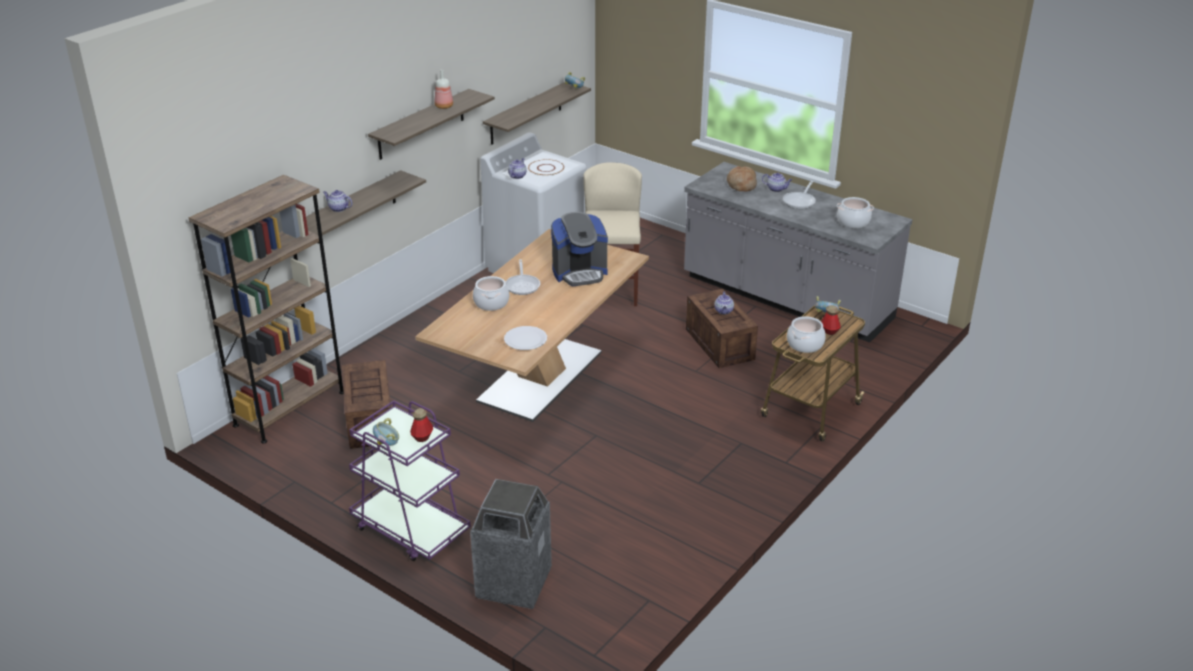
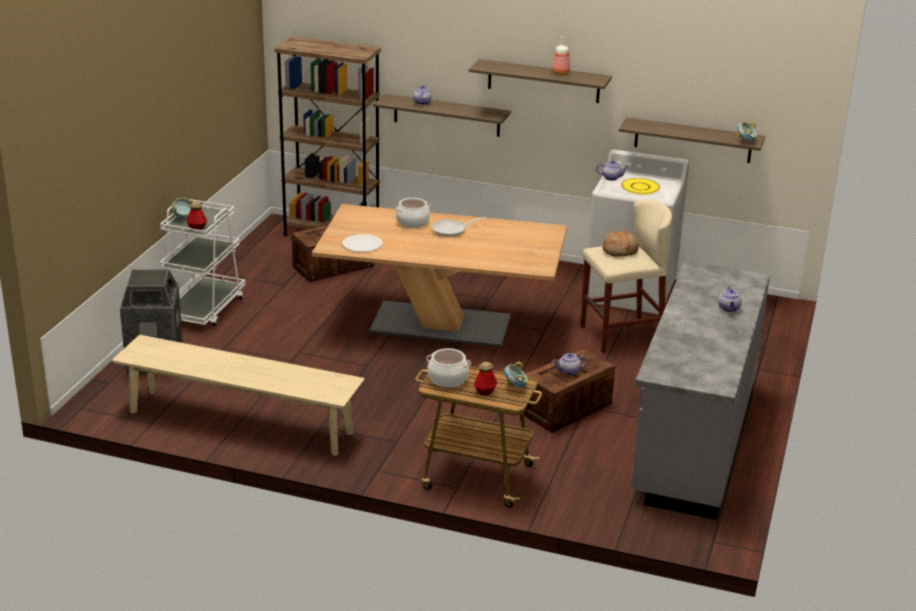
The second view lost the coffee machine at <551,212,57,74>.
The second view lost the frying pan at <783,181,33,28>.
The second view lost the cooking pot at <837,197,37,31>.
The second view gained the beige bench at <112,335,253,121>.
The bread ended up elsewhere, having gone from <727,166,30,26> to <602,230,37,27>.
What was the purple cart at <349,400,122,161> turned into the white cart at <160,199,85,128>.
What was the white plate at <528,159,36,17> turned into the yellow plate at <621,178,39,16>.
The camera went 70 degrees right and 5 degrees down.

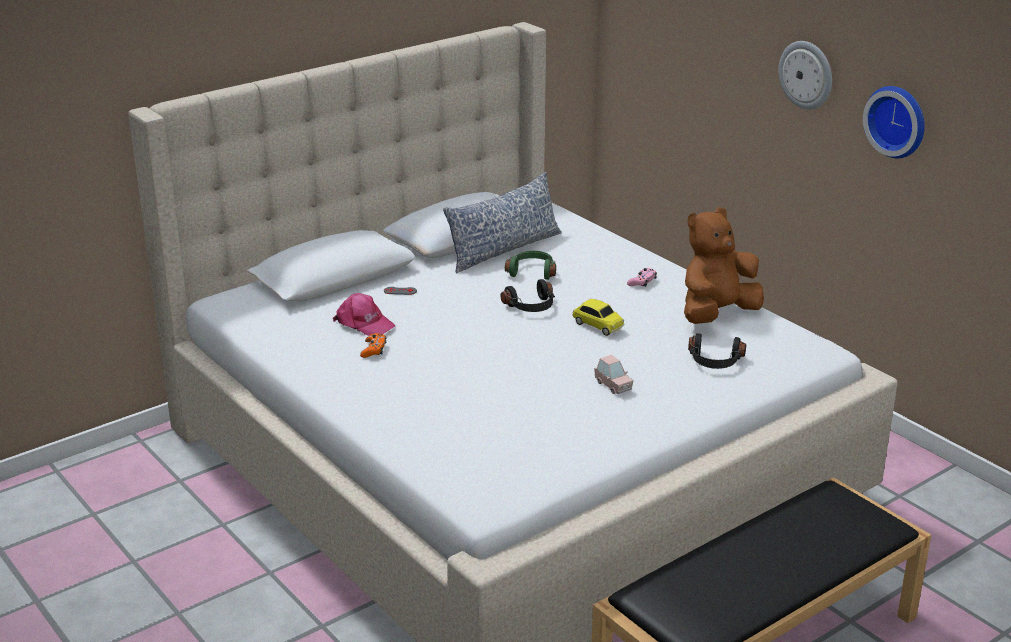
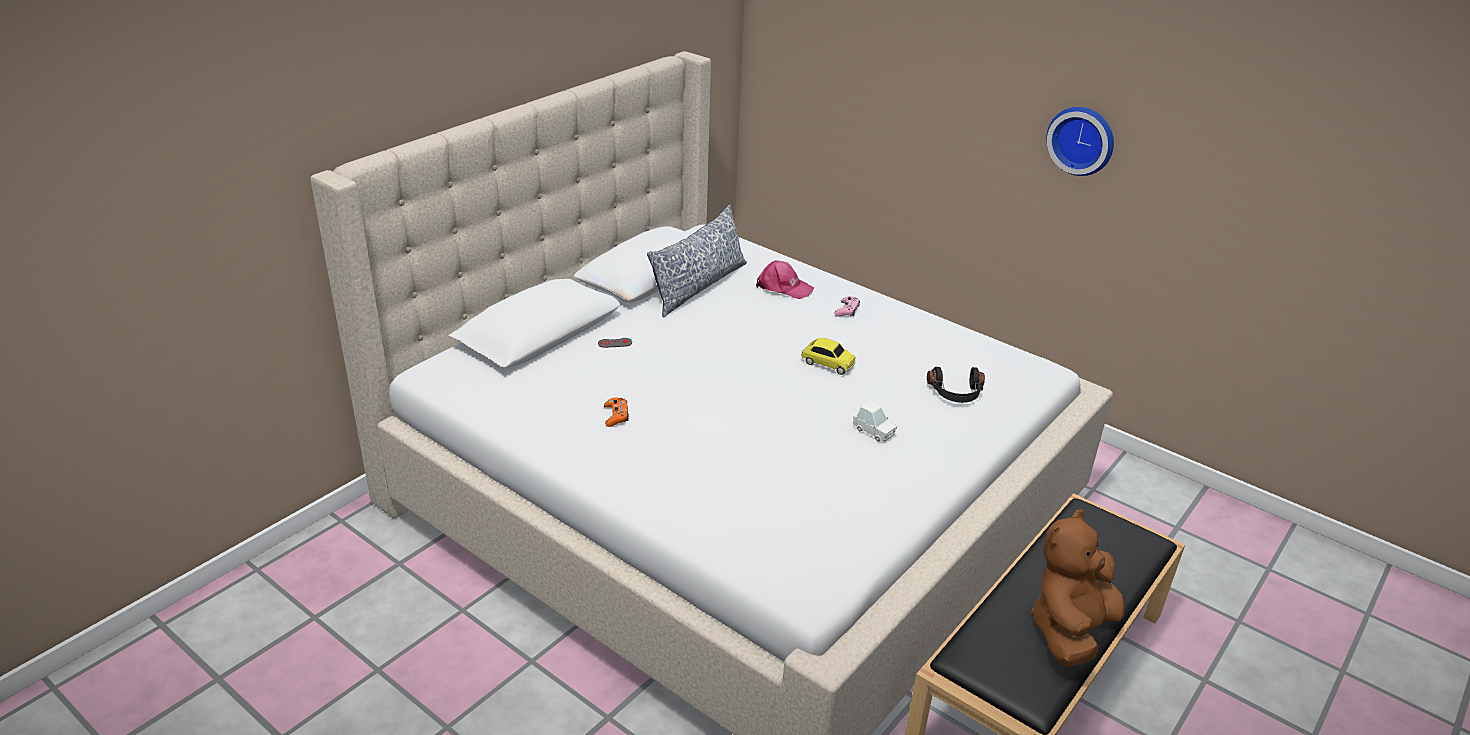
The second view lost the black headphones at <500,279,55,33>.
The second view lost the green headphones at <505,251,51,29>.
The second view lost the wall clock at <779,41,53,69>.
The pink cap ended up elsewhere, having gone from <333,293,62,43> to <756,260,58,39>.
The brown plush toy ended up elsewhere, having gone from <684,207,80,117> to <1031,510,93,157>.
What was the pink toy car at <594,355,40,39> turned into the white toy car at <853,401,44,41>.
The camera went 15 degrees left and 5 degrees up.

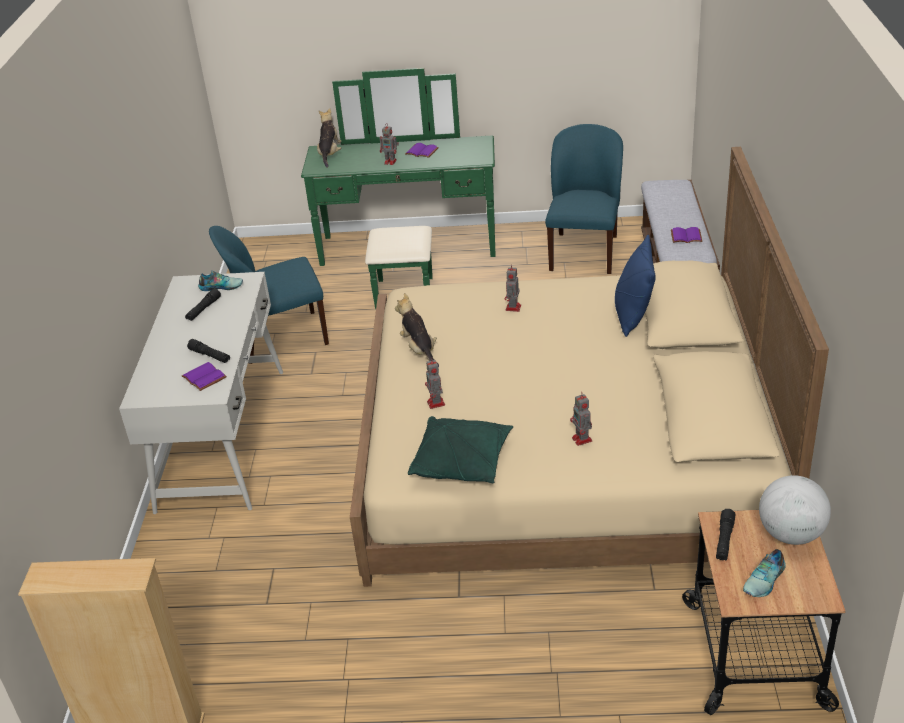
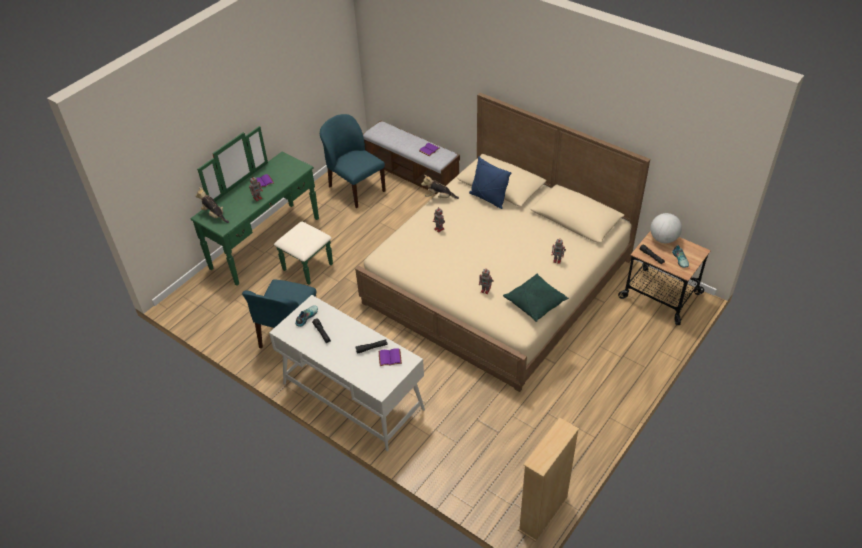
The plush toy ended up elsewhere, having gone from <395,293,44,74> to <421,175,38,24>.
The camera went 55 degrees left and 10 degrees up.

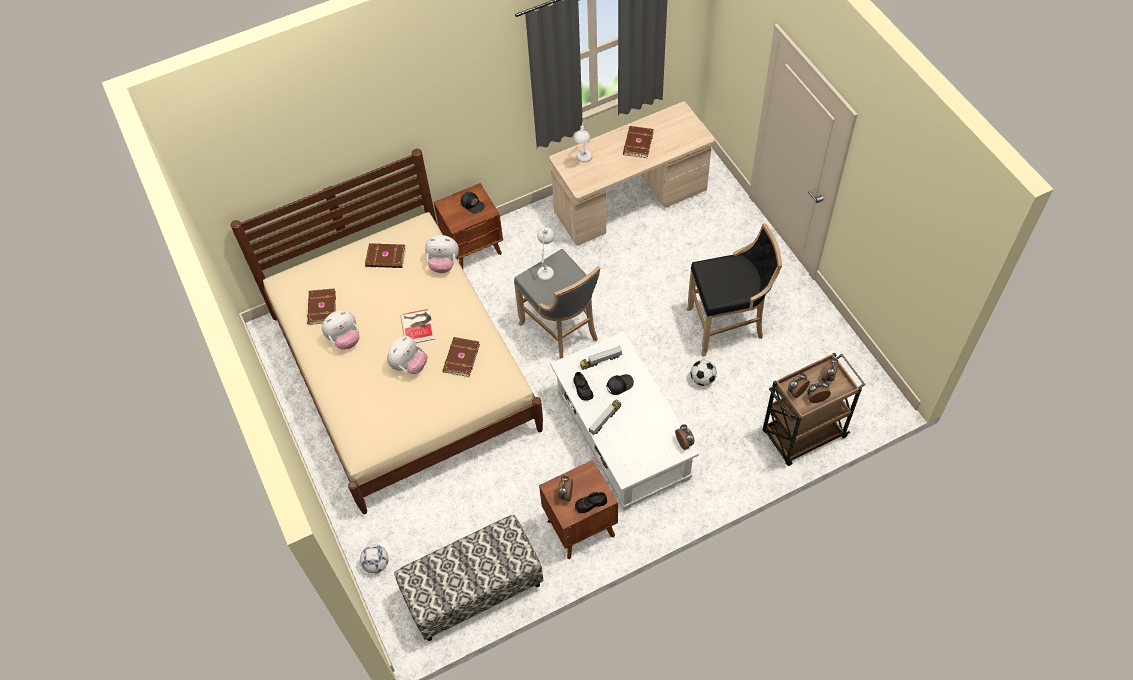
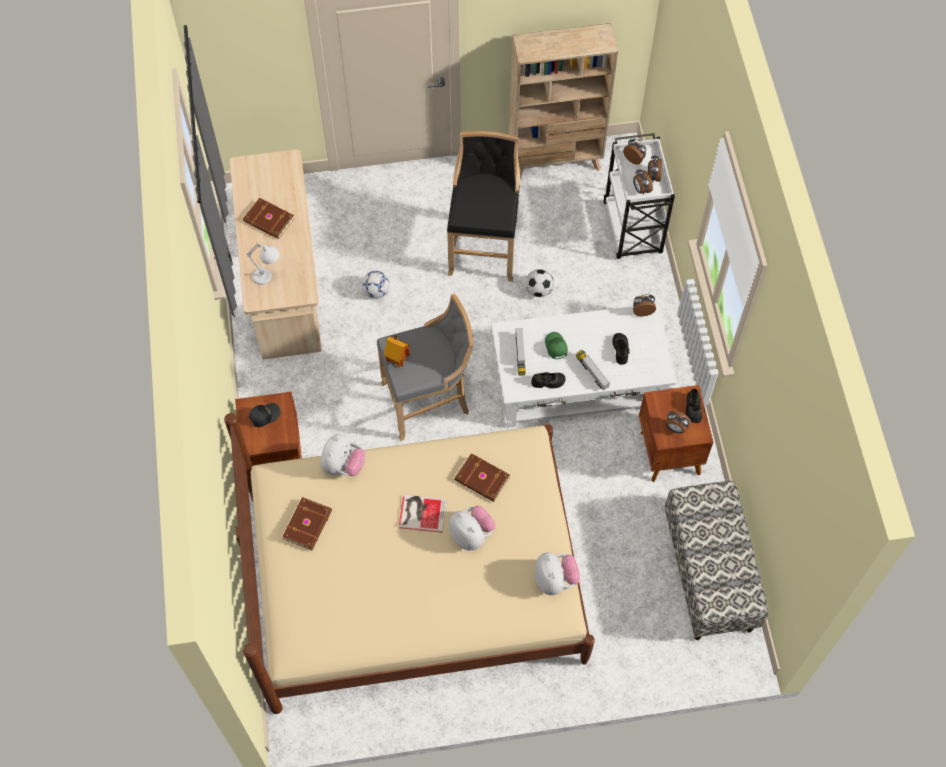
The second view lost the brown book at <307,288,29,37>.
The second view gained the beige bookcase at <509,23,109,155>.
The second view gained the black shoe at <613,333,16,32>.
The plush toy ended up elsewhere, having gone from <322,310,38,39> to <535,552,45,43>.
The football ended up elsewhere, having gone from <360,545,29,28> to <362,271,28,27>.
Where the white table lamp stood at <537,227,18,53>, the toy house came to stand at <384,335,27,33>.
What was the black cap at <606,374,28,21> turned into the green cap at <545,332,23,27>.
What was the brown cart at <763,352,103,114> turned into the white cart at <603,133,72,126>.
The camera went 75 degrees left and 5 degrees up.

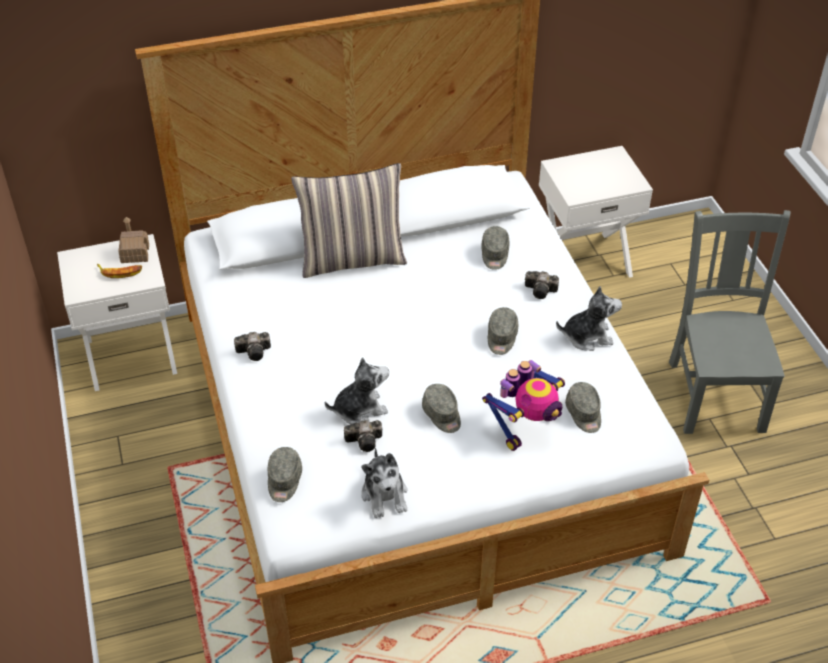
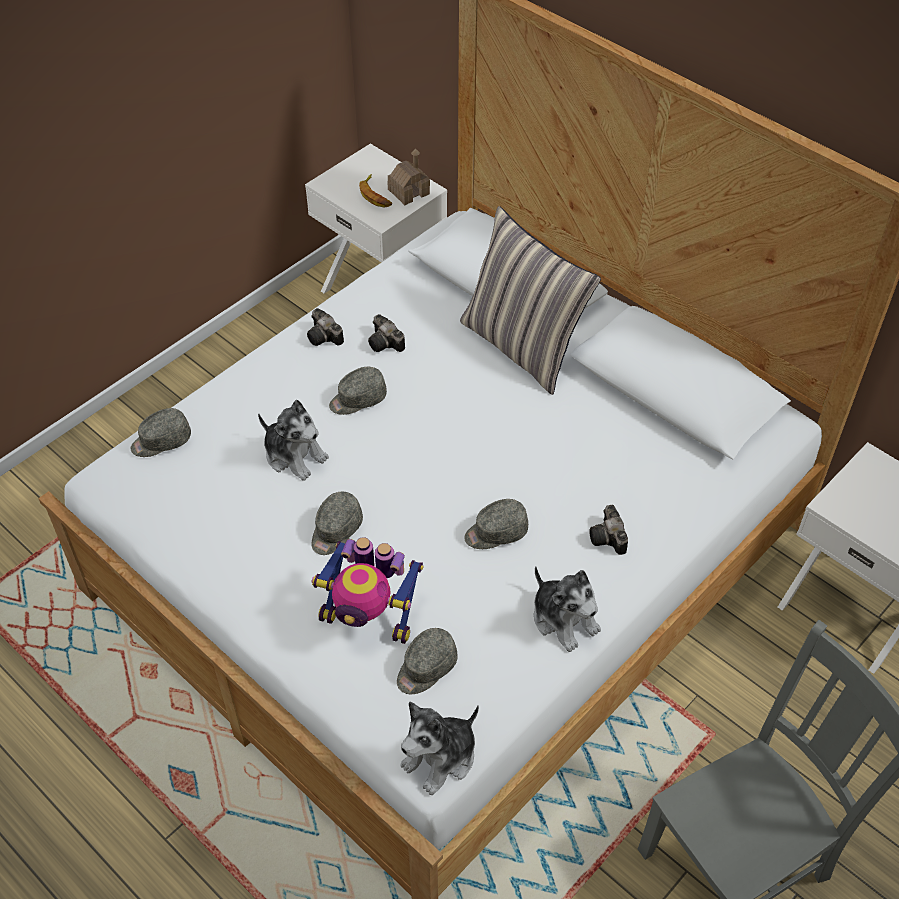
The photo camera ended up elsewhere, having gone from <344,420,38,32> to <368,314,37,38>.
The plush toy ended up elsewhere, having gone from <362,448,46,70> to <400,701,79,94>.
The grey cap ended up elsewhere, having gone from <482,226,28,44> to <329,367,58,48>.
The camera went 60 degrees right and 5 degrees up.

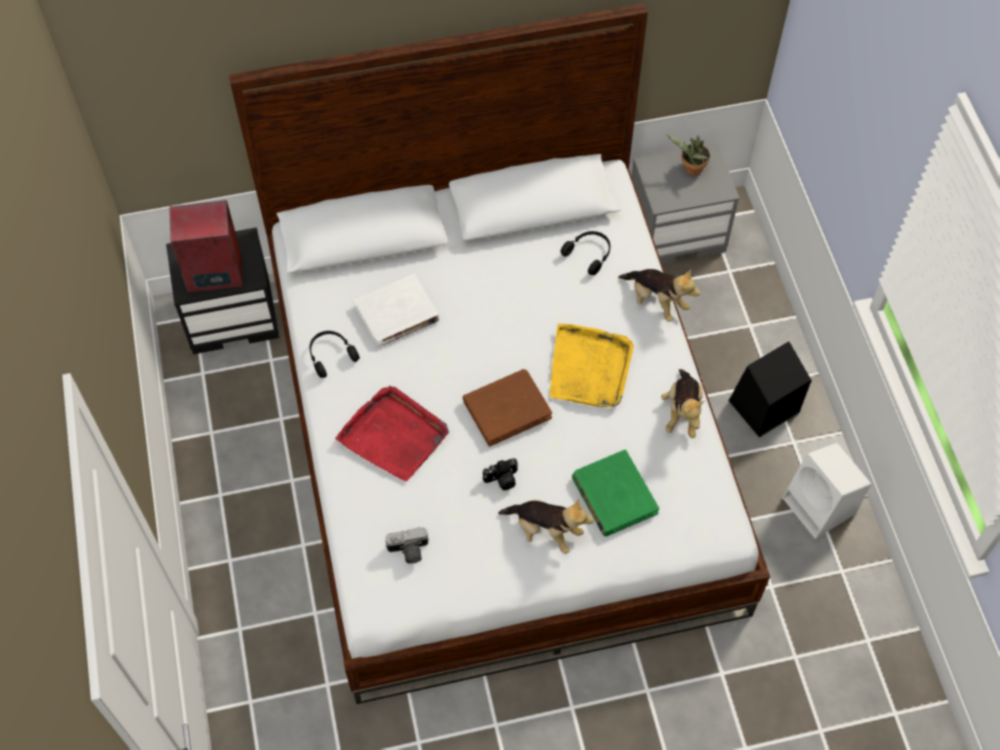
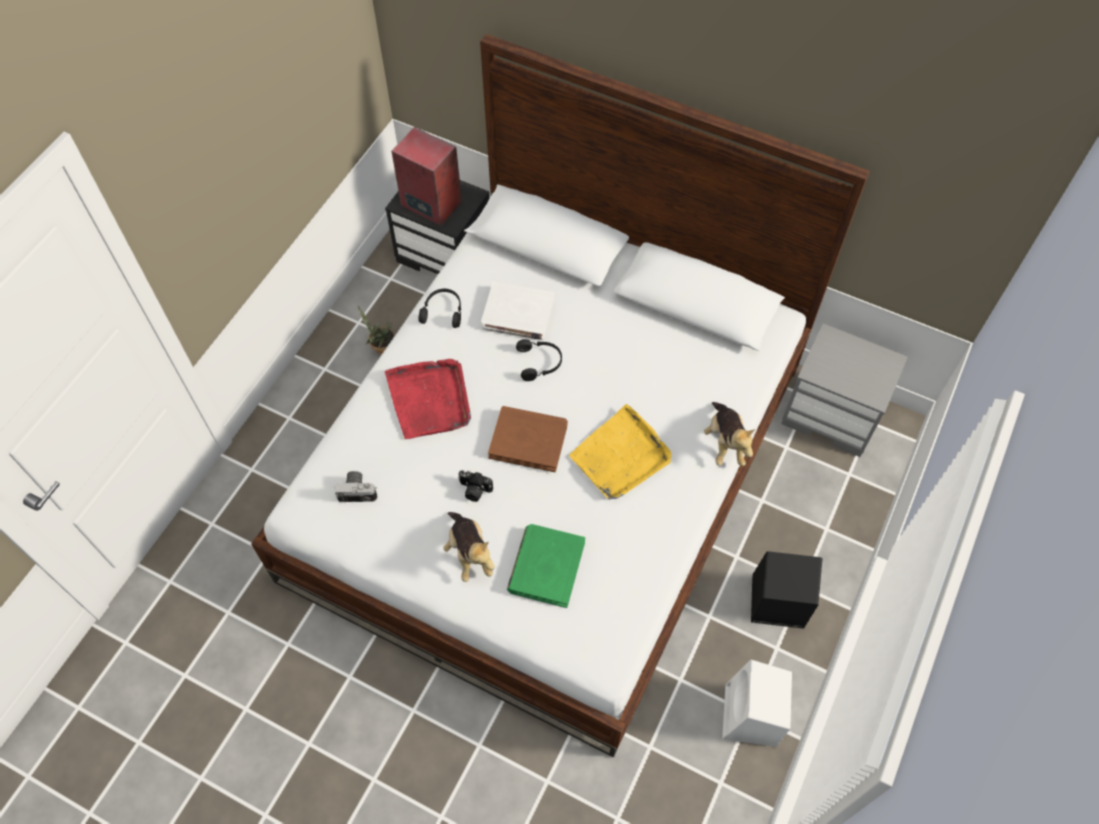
The second view lost the plush toy at <661,369,44,69>.
The black headphones ended up elsewhere, having gone from <561,231,49,44> to <516,339,46,42>.
The potted plant ended up elsewhere, having gone from <666,134,44,42> to <358,305,37,50>.
The photo camera at <385,527,44,37> ended up facing another way, 150 degrees clockwise from before.
The camera went 40 degrees right and 0 degrees up.

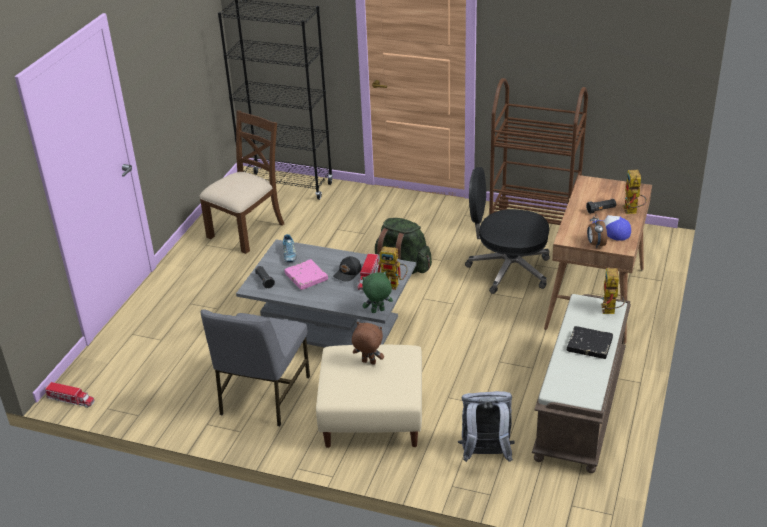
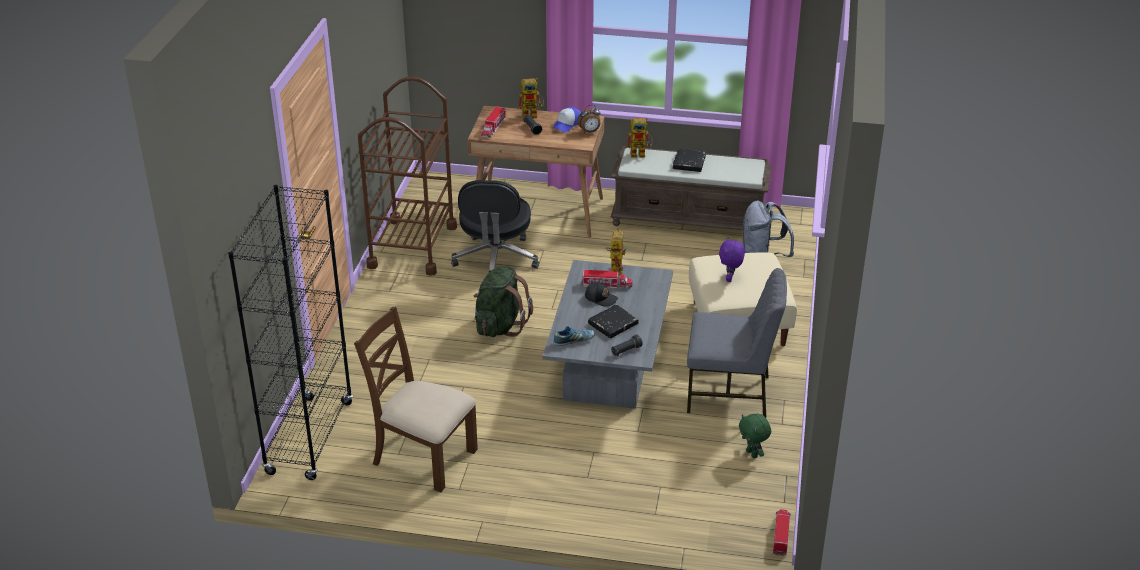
The second view gained the toy truck at <481,106,25,32>.
The green plush toy ended up elsewhere, having gone from <362,271,31,42> to <739,414,32,44>.
What was the pink book at <284,259,44,31> turned into the black book at <588,305,51,33>.
What was the brown plush toy at <352,322,32,43> turned into the purple plush toy at <719,238,26,44>.
The camera went 100 degrees left and 0 degrees up.

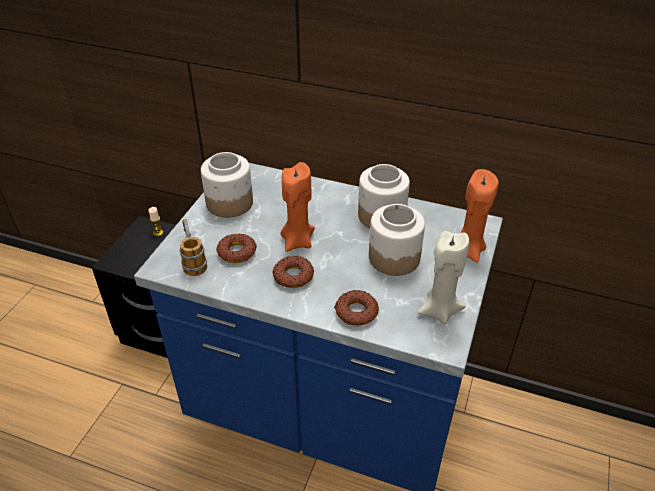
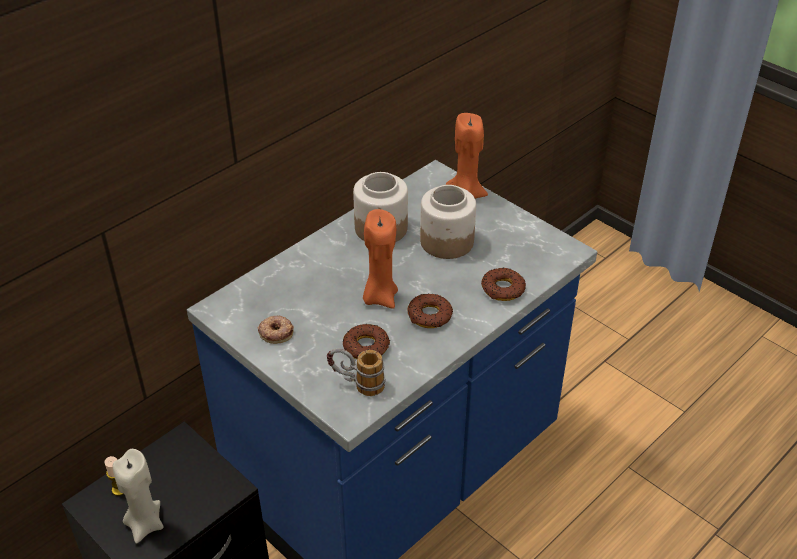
The beige candle ended up elsewhere, having gone from <417,231,52,93> to <113,449,51,95>.
Where the jar stood at <201,152,52,66>, the donut came to stand at <257,316,37,28>.
The camera went 65 degrees left and 0 degrees up.

